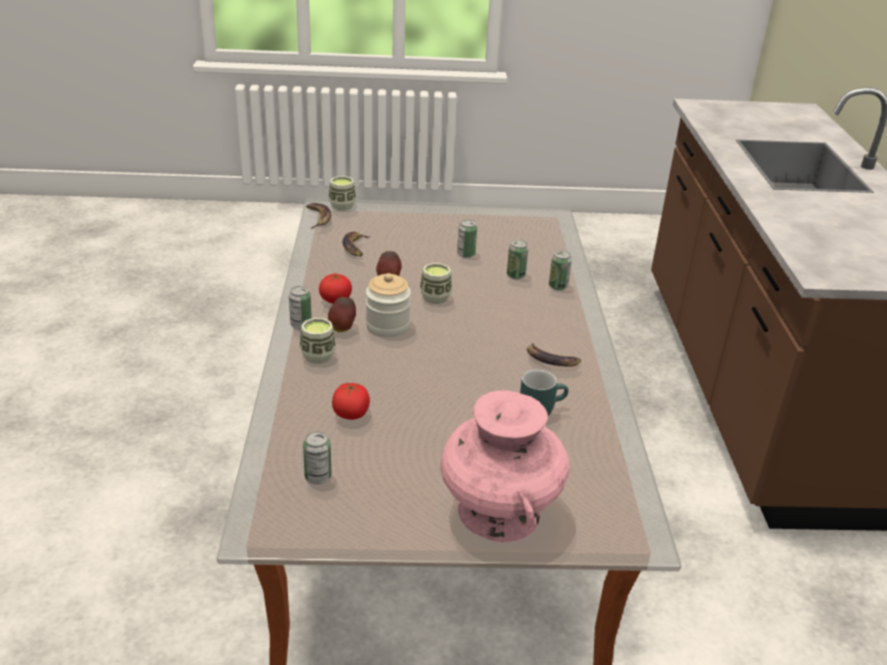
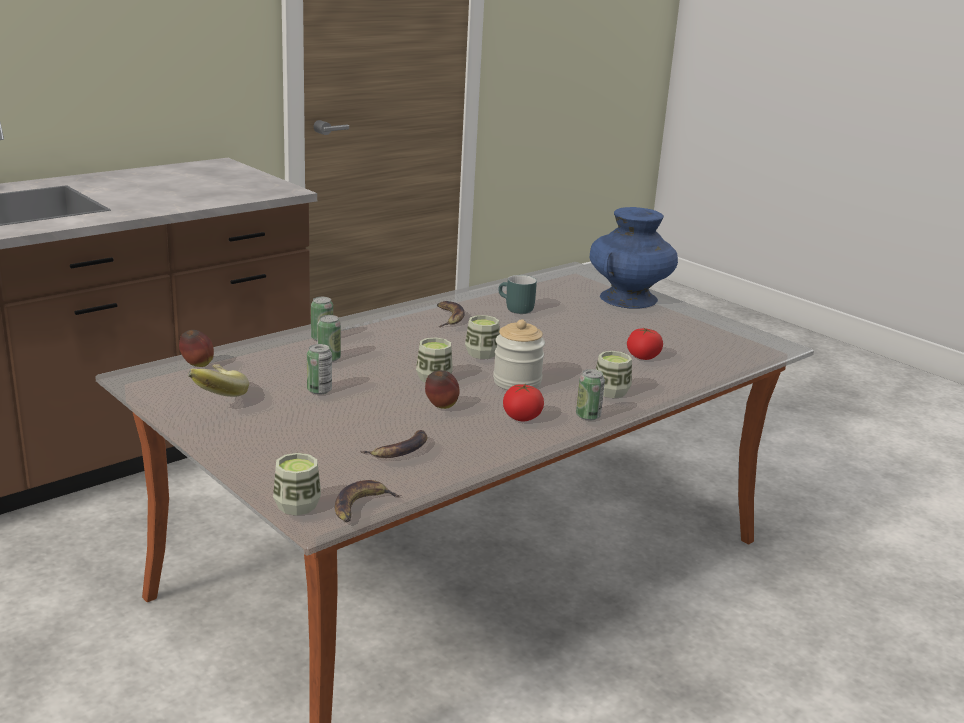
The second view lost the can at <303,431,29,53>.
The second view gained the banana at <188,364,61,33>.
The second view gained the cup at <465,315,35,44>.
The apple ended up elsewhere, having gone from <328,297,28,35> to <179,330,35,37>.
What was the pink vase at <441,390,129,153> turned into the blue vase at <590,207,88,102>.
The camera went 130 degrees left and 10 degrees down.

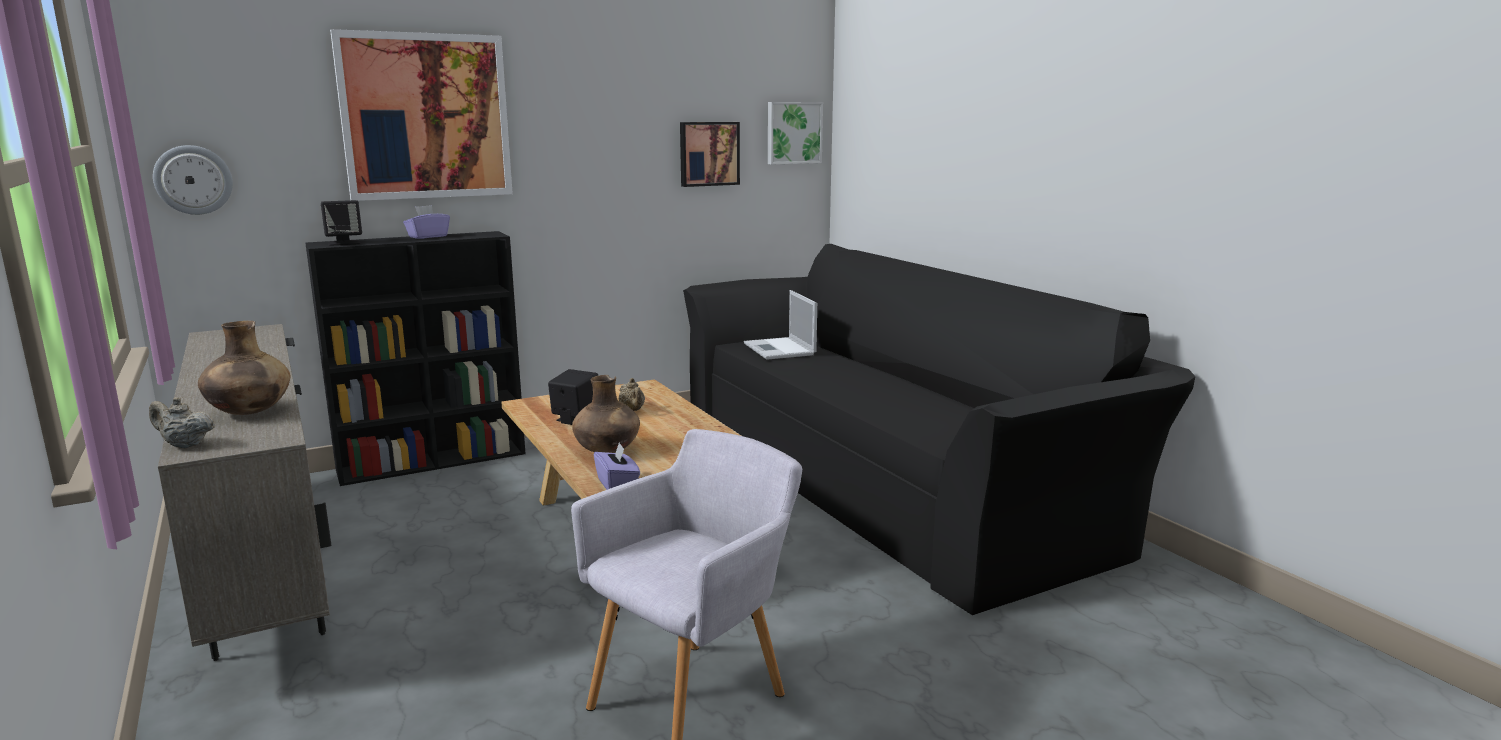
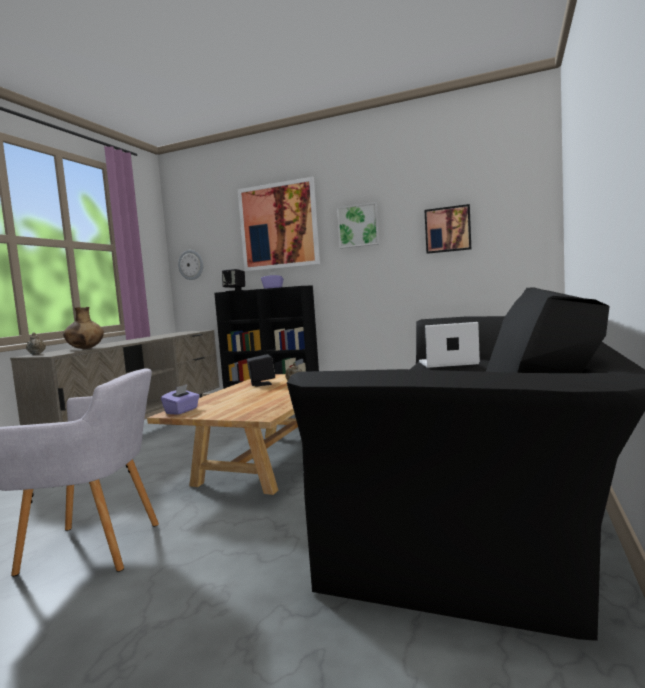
The second view lost the brown vase at <572,375,68,78>.
The picture ended up elsewhere, having gone from <768,102,55,63> to <337,202,43,47>.
The laptop at <744,290,73,70> ended up facing another way, 60 degrees clockwise from before.
The camera went 50 degrees right and 10 degrees down.

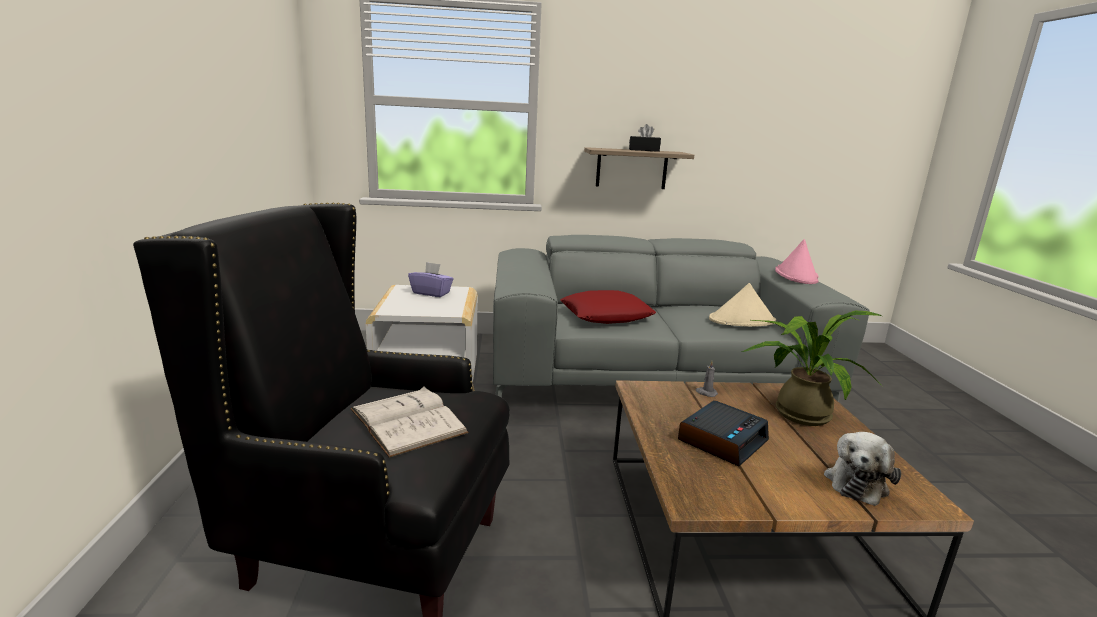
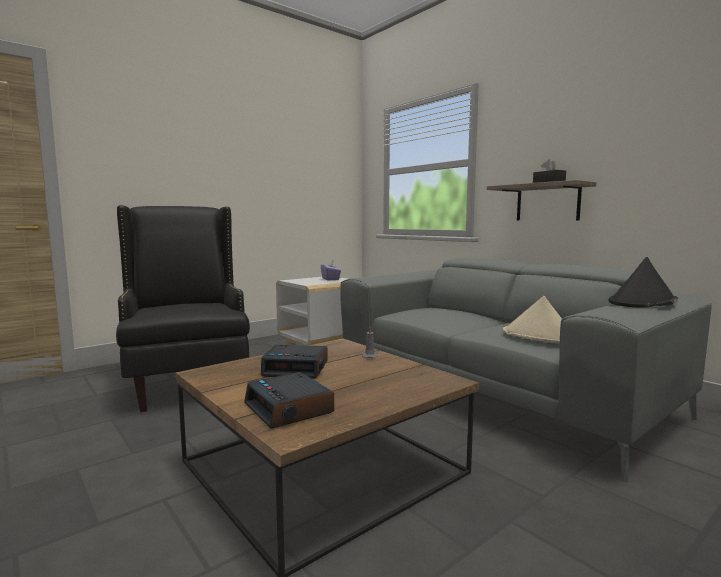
The second view lost the white book at <351,386,117,72>.
The second view lost the red pillow at <560,290,96,34>.
The second view lost the potted plant at <741,311,141,115>.
Where the plush toy stood at <824,432,77,74>, the alarm clock came to stand at <244,372,90,57>.
What was the pink hat at <775,239,44,45> turned into the black hat at <608,257,70,50>.
The camera went 55 degrees right and 10 degrees down.

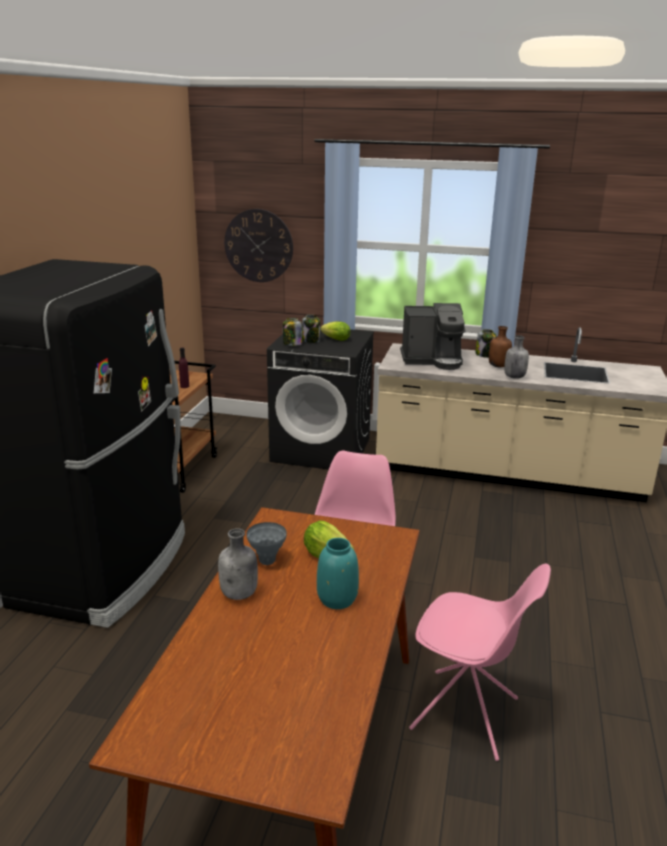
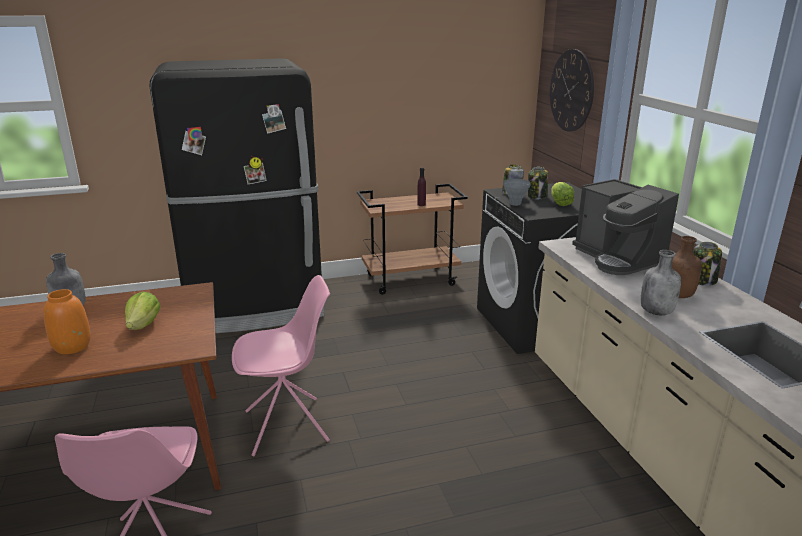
The grey vase ended up elsewhere, having gone from <246,522,41,43> to <503,179,28,27>.
What was the turquoise vase at <317,538,42,71> turned into the orange vase at <43,289,48,65>.
The camera went 60 degrees right and 0 degrees up.

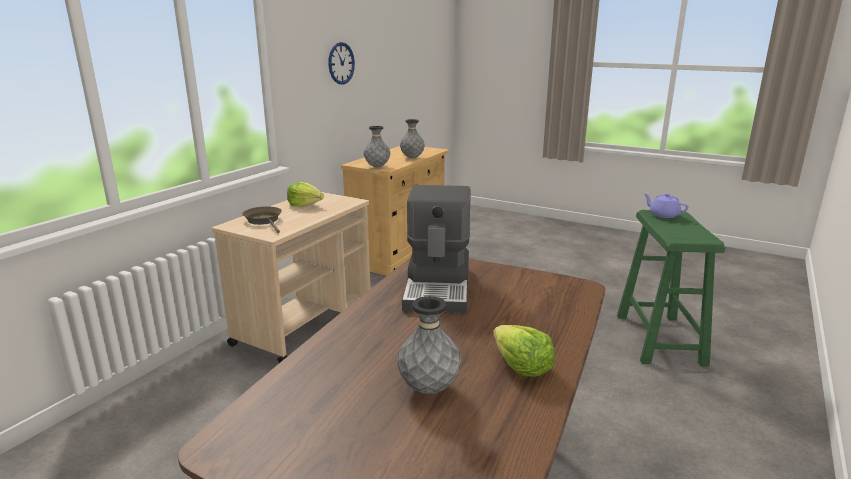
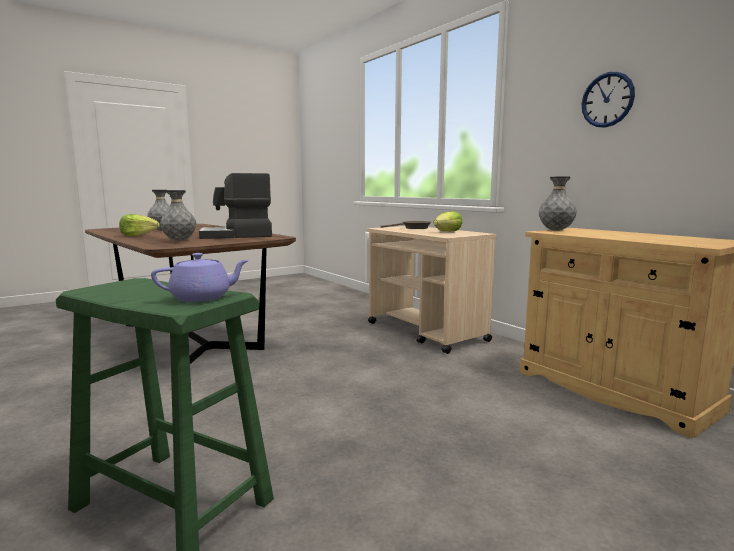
The grey vase ended up elsewhere, having gone from <400,119,25,39> to <160,190,36,51>.
The coffee machine at <402,185,69,129> ended up facing another way, 45 degrees counterclockwise from before.
The camera went 115 degrees right and 10 degrees down.

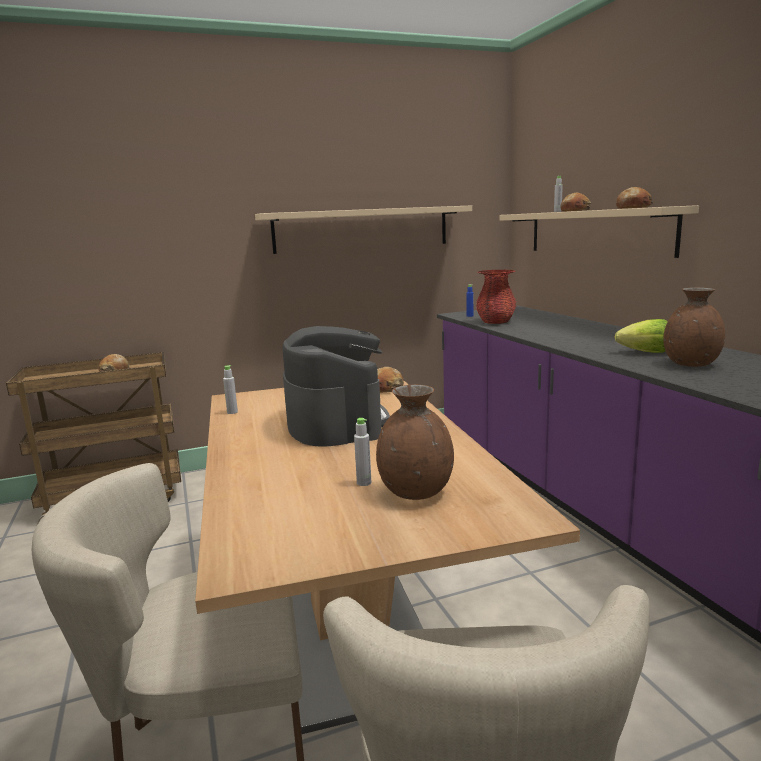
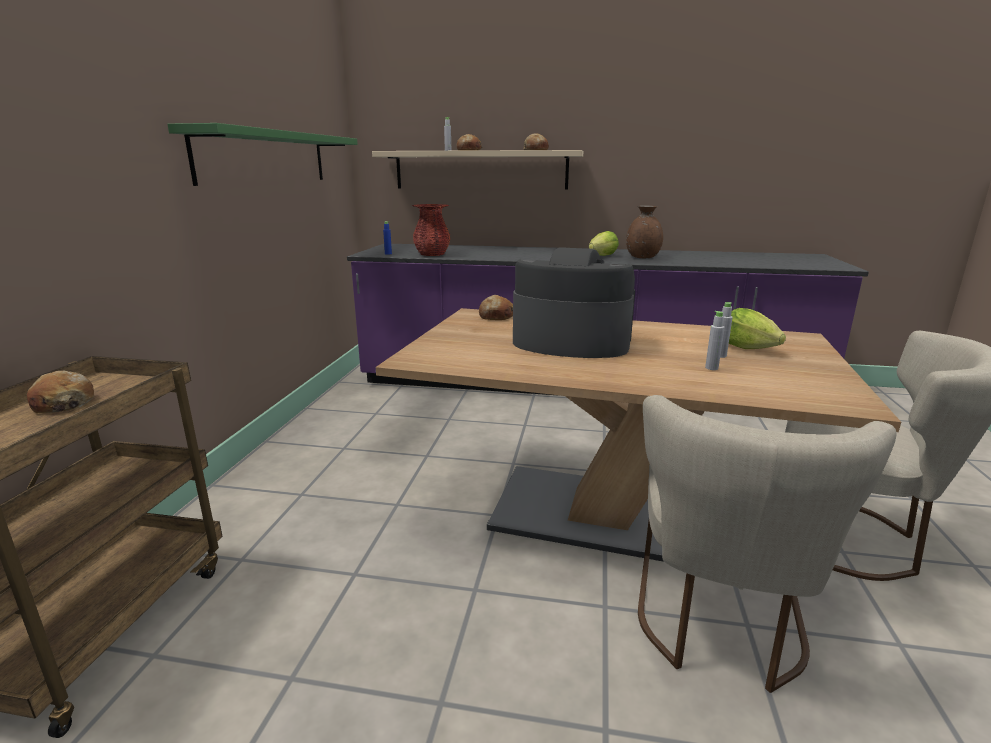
The grey bottle ended up elsewhere, having gone from <223,365,15,49> to <705,311,20,59>.
Where the brown vase stood at <376,385,78,115>, the lettuce came to stand at <729,308,57,41>.
What was the beige shelf at <255,205,217,49> turned into the green shelf at <167,123,191,63>.
The camera went 60 degrees left and 5 degrees up.

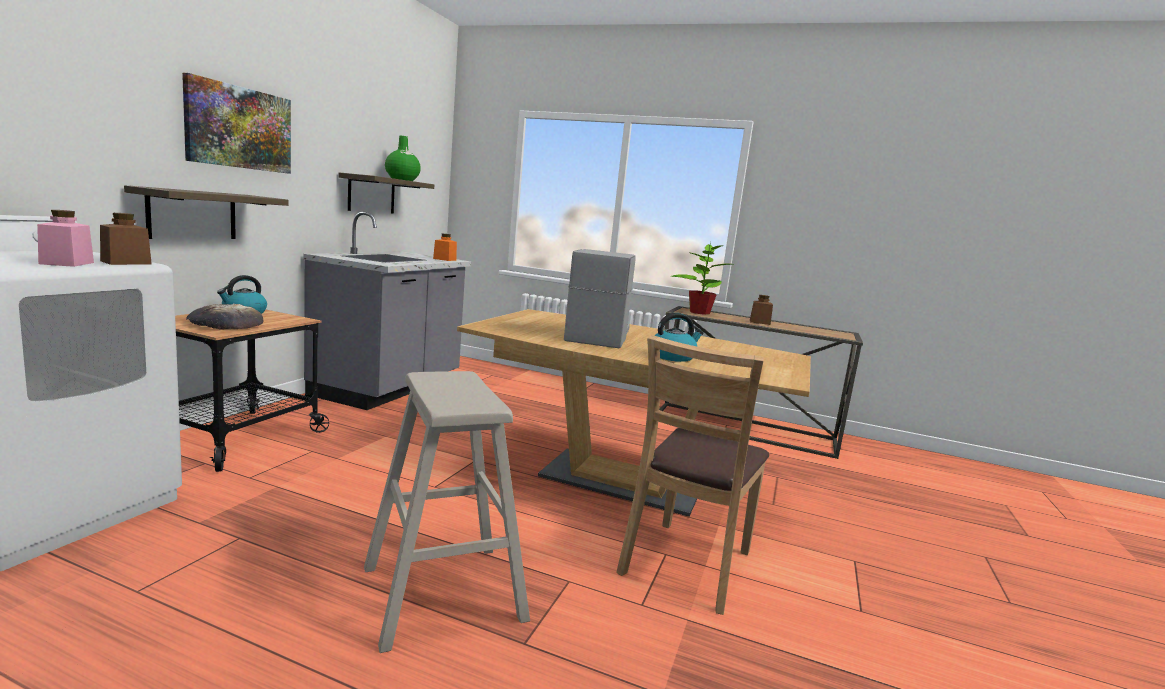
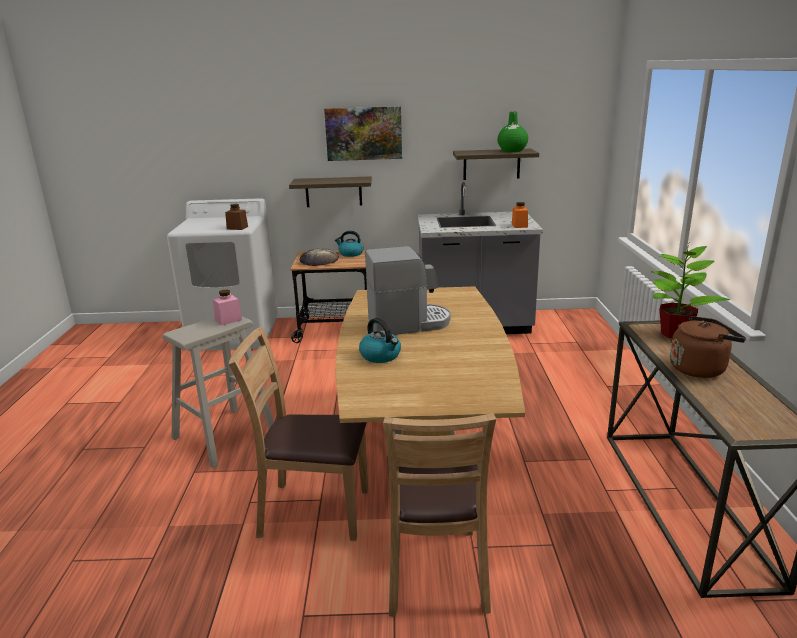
The second view gained the brown chair at <383,413,113,204>.
The pink jar ended up elsewhere, having gone from <37,210,57,57> to <213,290,29,36>.
Where the brown jar stood at <750,295,23,30>, the brown kettle came to stand at <670,316,76,62>.
The camera went 70 degrees right and 10 degrees up.

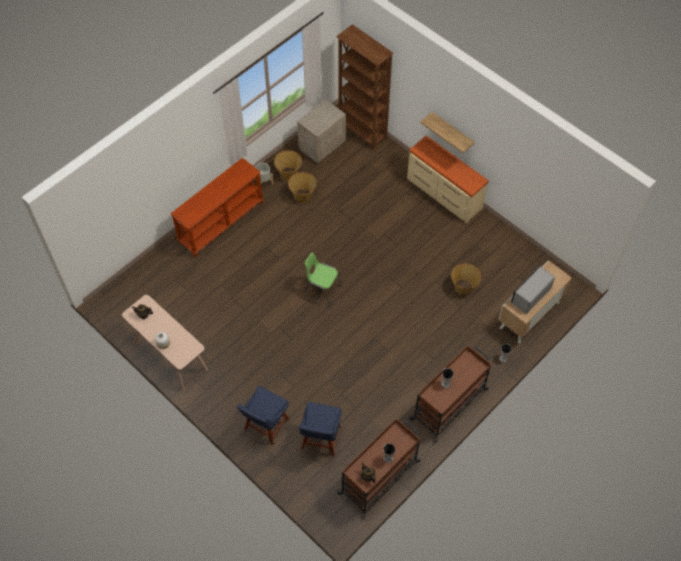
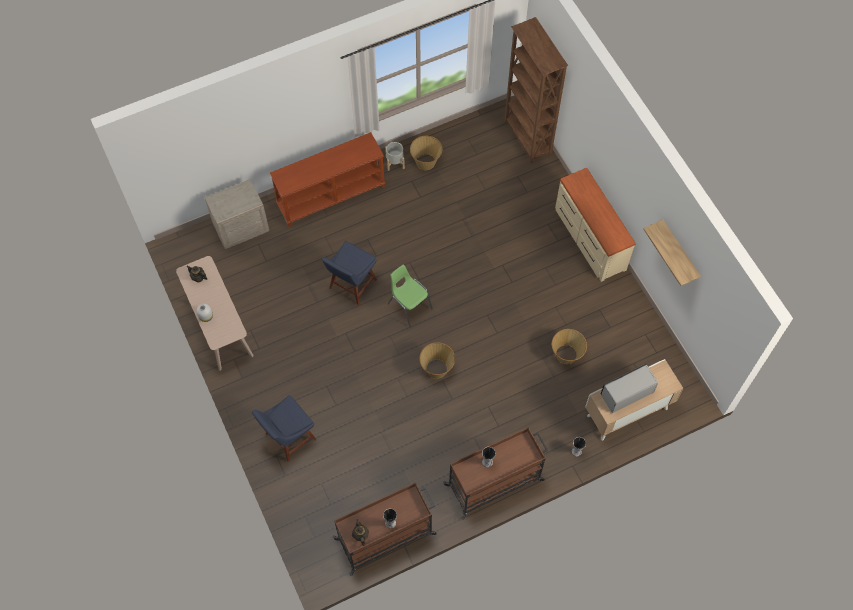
The basket ended up elsewhere, having gone from <288,172,29,31> to <419,342,36,37>.
The beige nightstand ended up elsewhere, having gone from <297,99,49,64> to <204,179,66,70>.
The blue chair ended up elsewhere, having gone from <299,402,43,54> to <322,241,55,64>.
The shelf ended up elsewhere, having gone from <420,112,55,41> to <643,220,58,66>.
The camera went 20 degrees right and 5 degrees up.

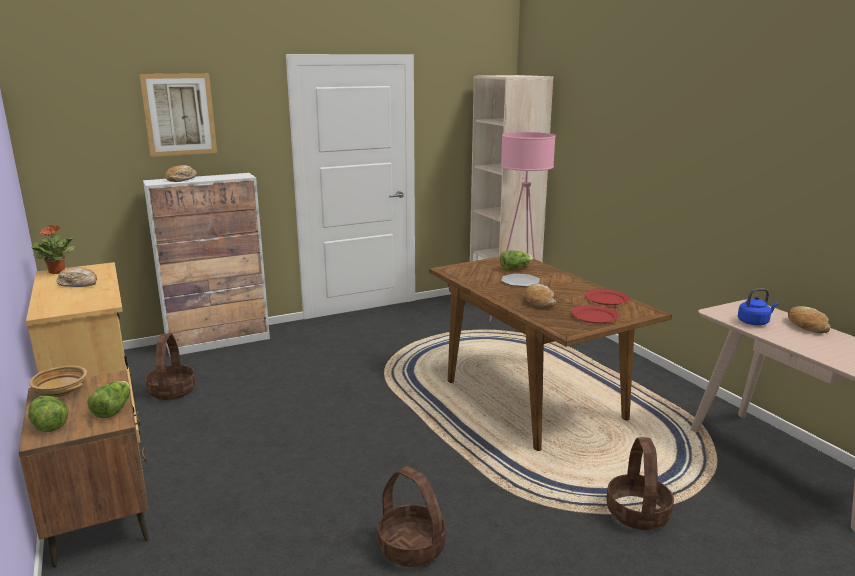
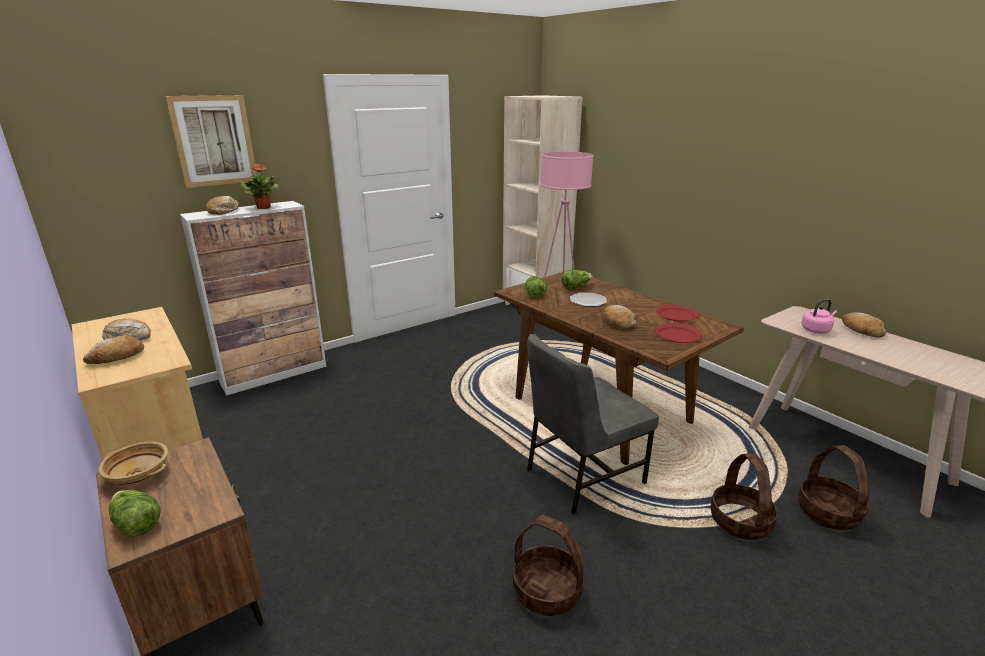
The second view gained the bread at <83,335,61,29>.
The second view gained the grey chair at <527,334,132,181>.
The potted plant ended up elsewhere, having gone from <30,225,45,49> to <240,163,39,46>.
The lettuce ended up elsewhere, having gone from <87,381,43,37> to <525,276,22,22>.
The basket ended up elsewhere, having gone from <145,333,51,67> to <798,445,71,85>.
What was the blue kettle at <738,288,40,38> turned into the pink kettle at <801,299,37,34>.
The camera went 10 degrees left and 5 degrees up.

